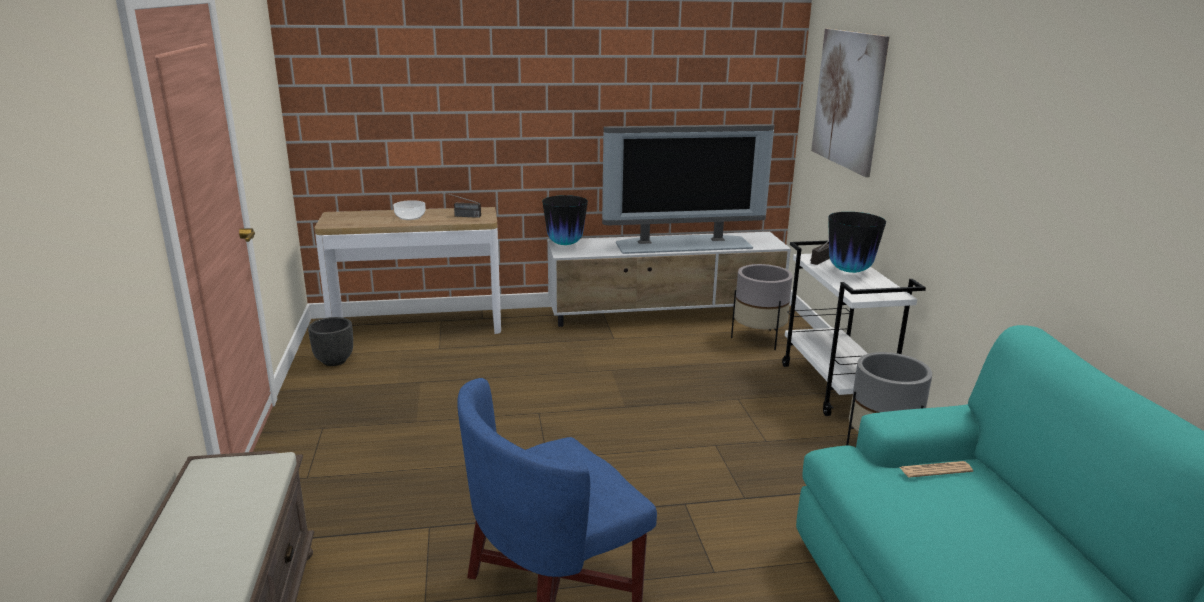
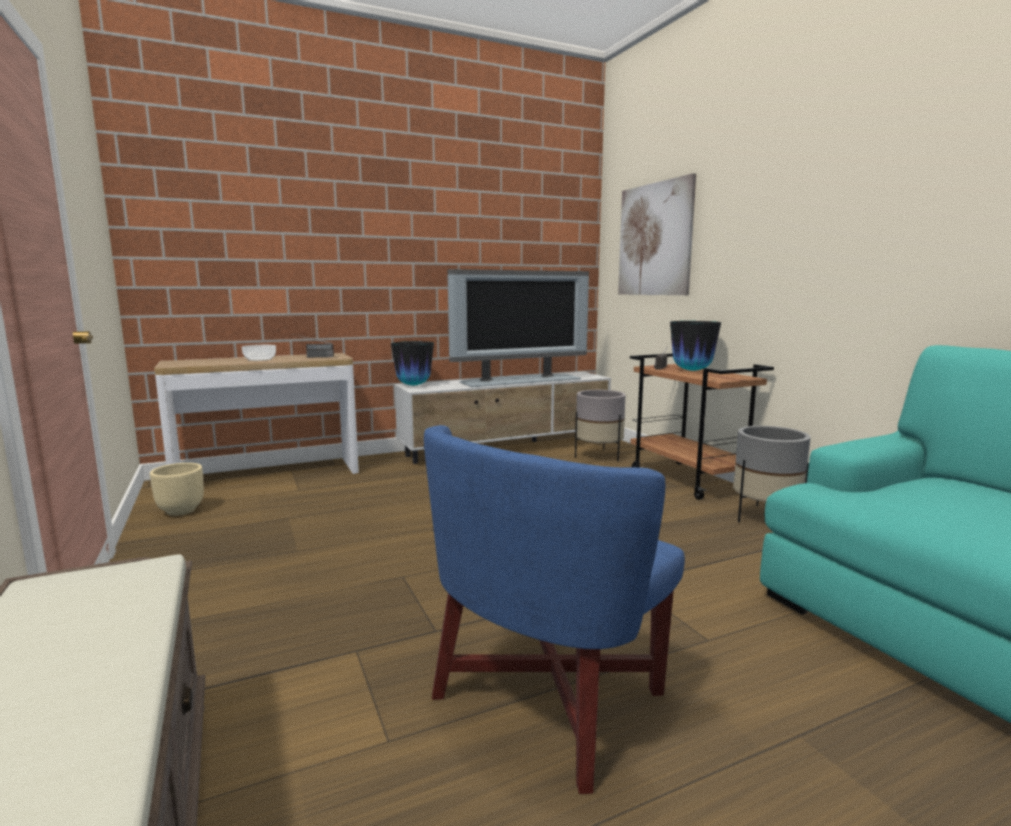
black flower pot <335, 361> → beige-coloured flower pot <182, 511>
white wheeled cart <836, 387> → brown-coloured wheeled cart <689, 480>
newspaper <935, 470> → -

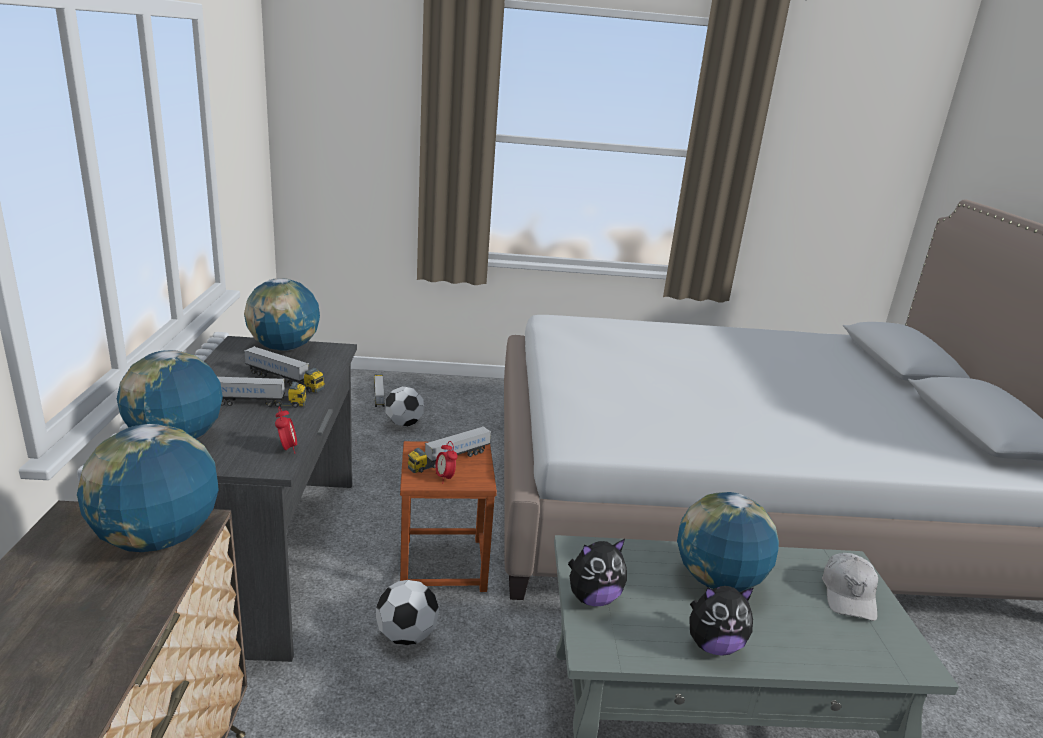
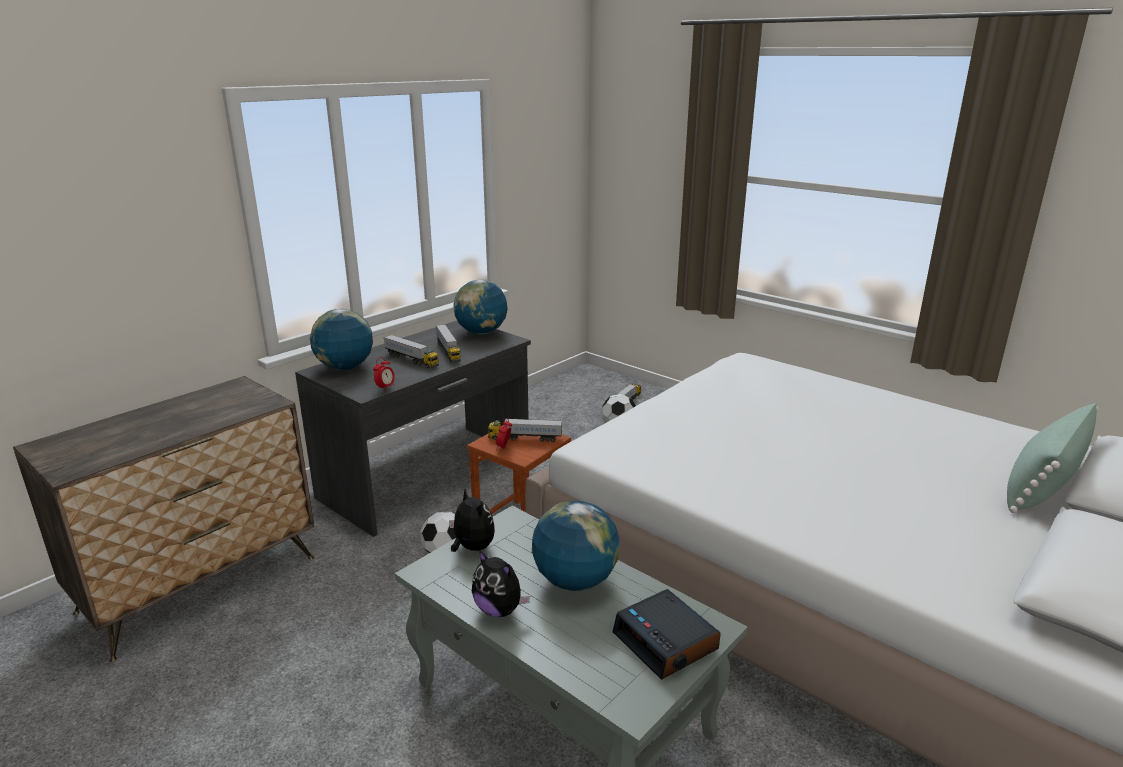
desk globe <157, 539> → -
cuddly toy <593, 598> → cuddly toy <472, 548>, 150 degrees counterclockwise
white peaked cap <849, 594> → alarm clock <666, 642>
- → green throw pillow <1042, 484>

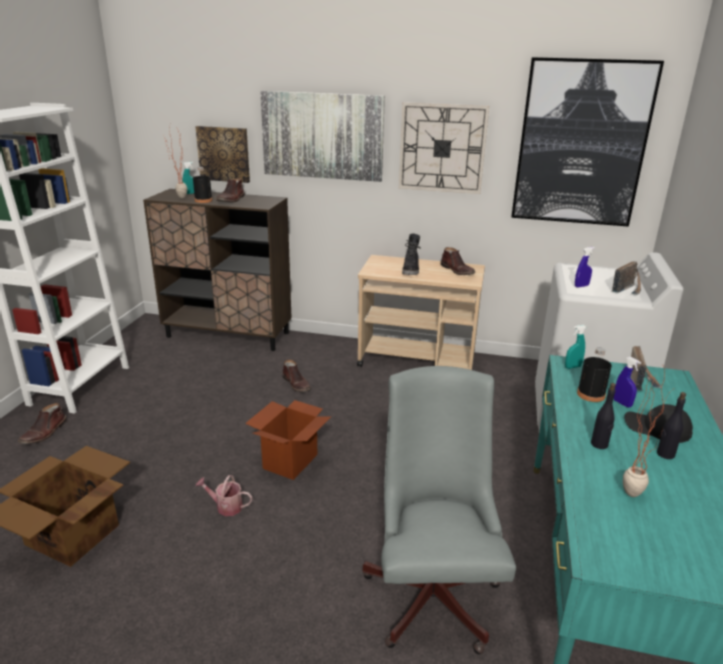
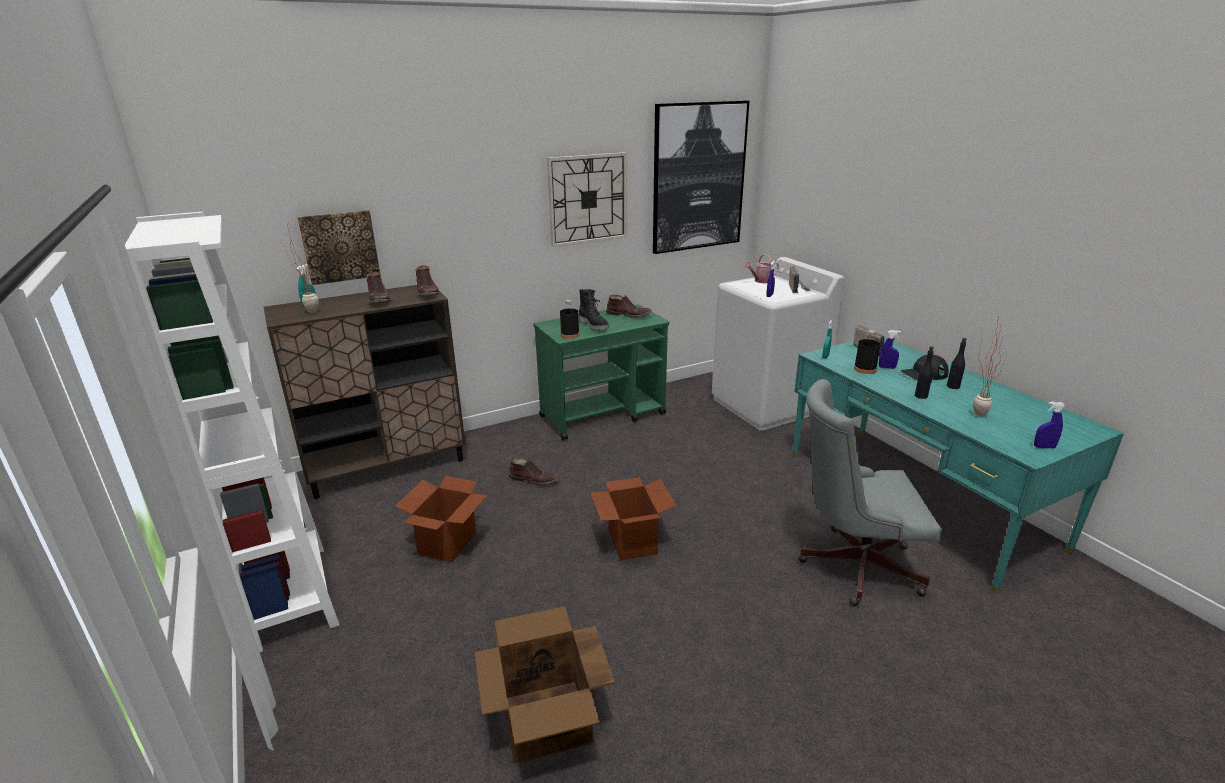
brown-coloured tall boot <44, 433> → brown-coloured tall boot <428, 292>, shifted
black drink bottle <203, 200> → black drink bottle <570, 335>, shifted
sprinkling can <226, 506> → sprinkling can <761, 281>, shifted
picture <322, 136> → -
beige-coloured wheeled cart <418, 361> → green wheeled cart <603, 415>
gray office chair <432, 589> → gray office chair <851, 565>, 45 degrees counterclockwise
- → carton <448, 544>
- → bluish sprayer <1044, 447>

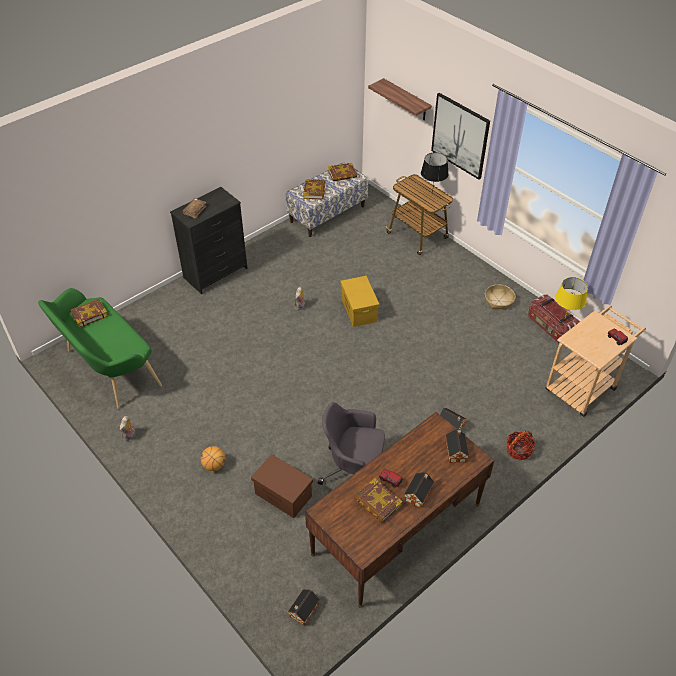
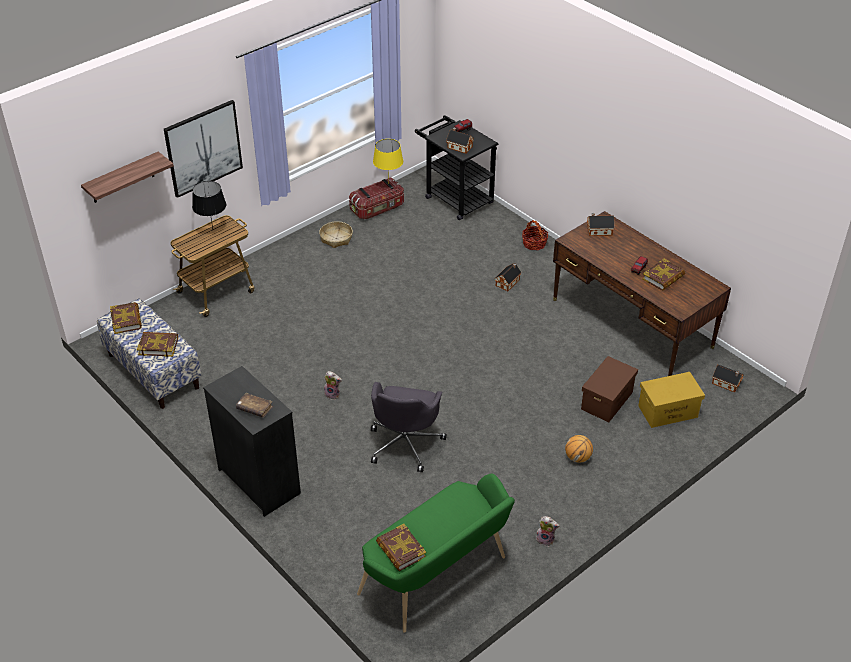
gray office chair <353, 471> → gray office chair <405, 443>, shifted
yellow-coloured storage bin <358, 310> → yellow-coloured storage bin <667, 411>, shifted
toy house <419, 493> → toy house <459, 147>, shifted
beige-coloured wheeled cart <584, 385> → black wheeled cart <454, 197>

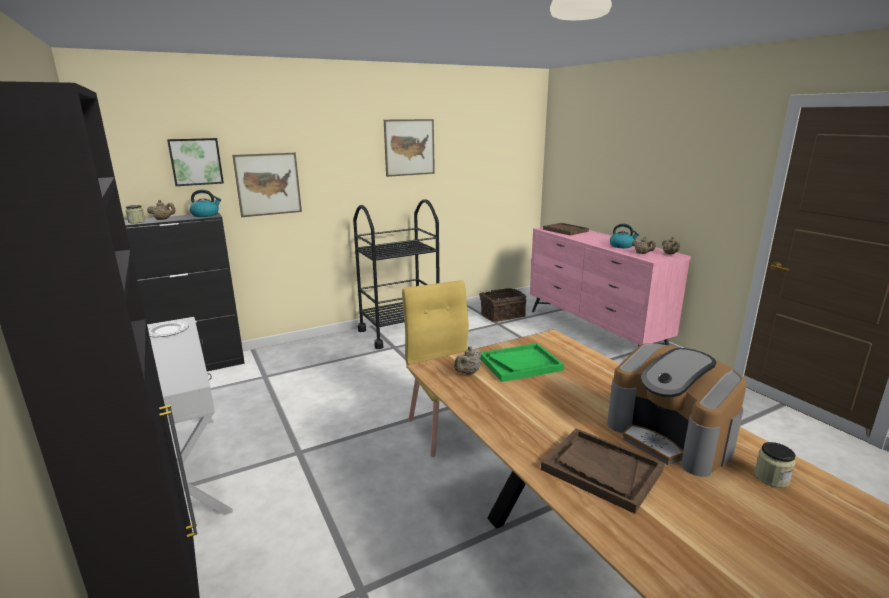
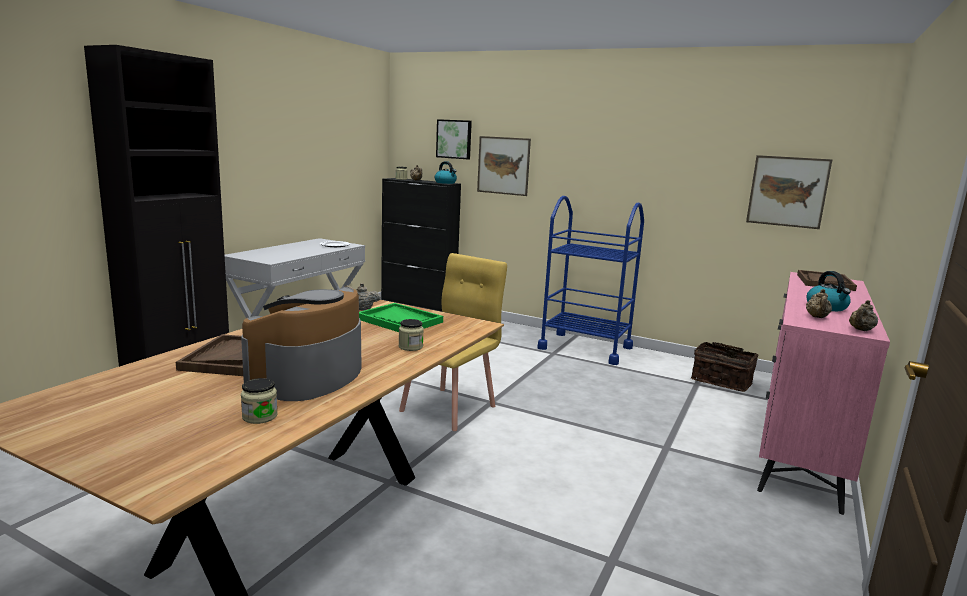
black wheeled cart <399, 332> → bluish wheeled cart <585, 348>
picture <409, 147> → picture <787, 191>, shifted
- → preserve jar <410, 347>

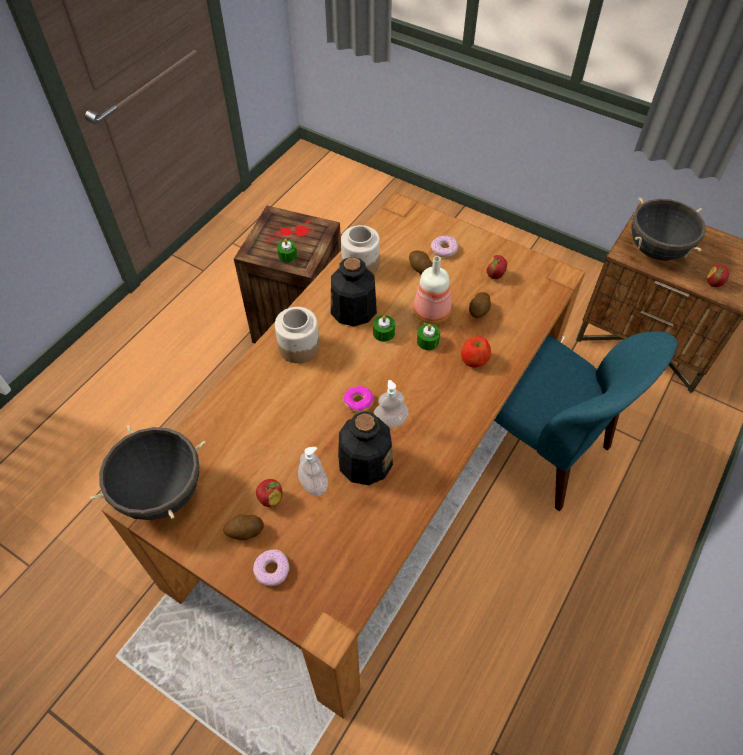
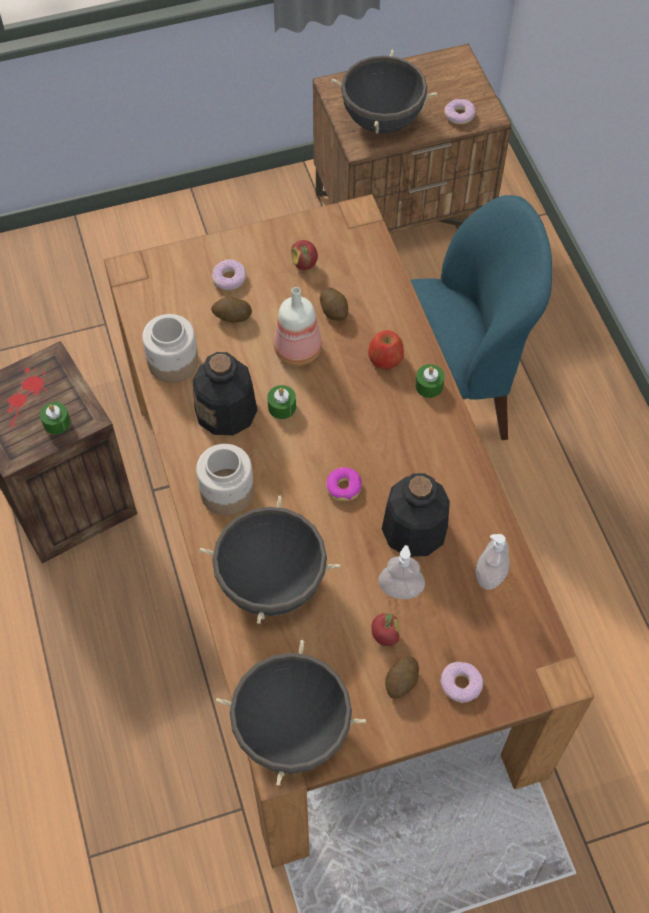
soap bottle <390, 421> → soap bottle <490, 574>, shifted
green wax candle <428, 341> → green wax candle <429, 386>, shifted
apple <713, 283> → donut <459, 115>
- → black saucepot <271, 583>

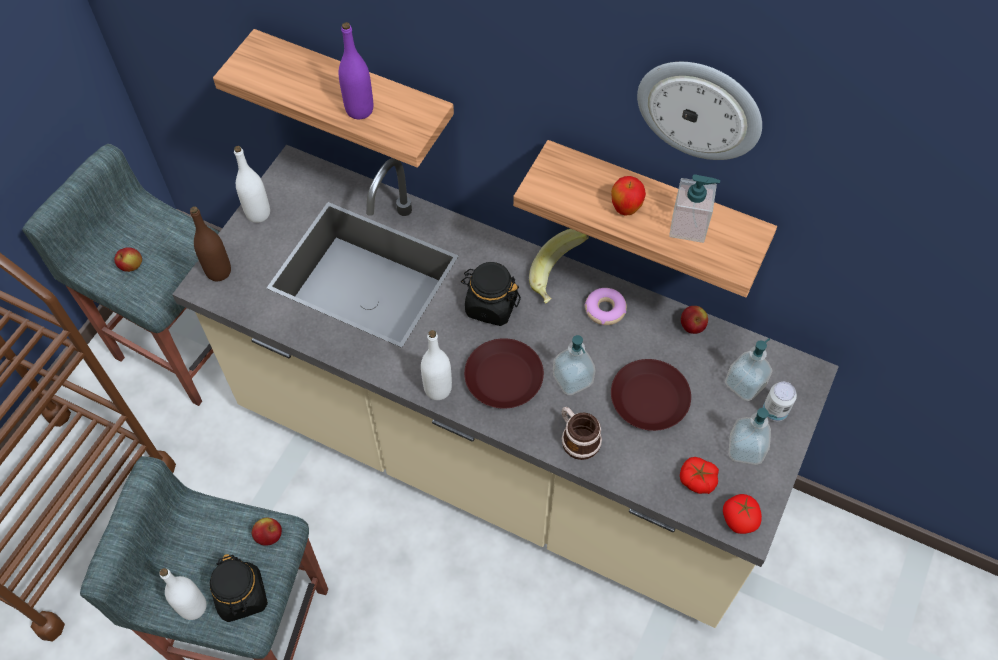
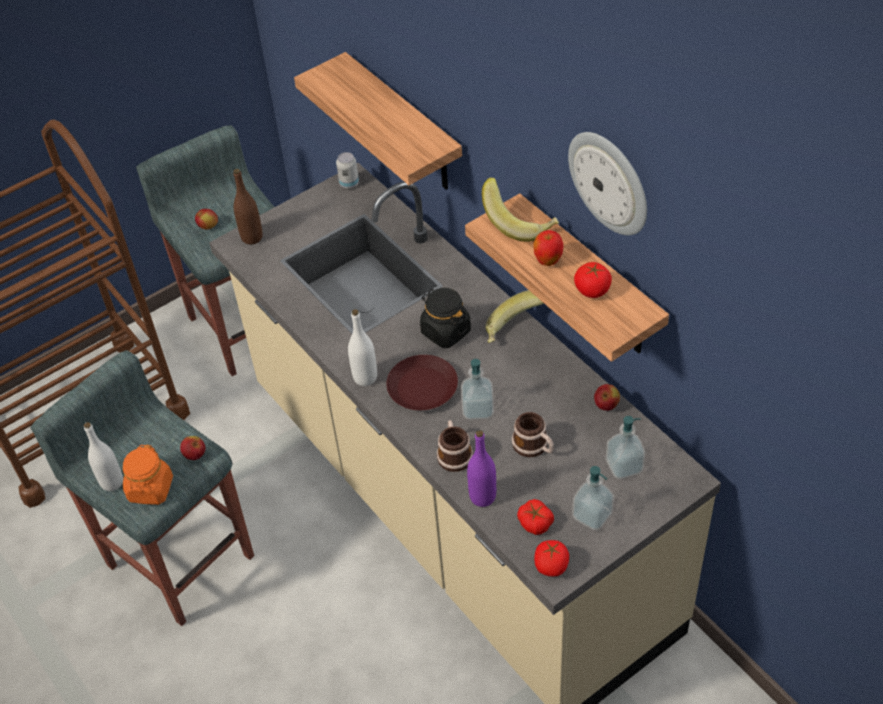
black preserve jar <242, 596> → orange preserve jar <150, 489>
white drink bottle <258, 213> → -
purplish drink bottle <359, 110> → purplish drink bottle <482, 497>, shifted
donut <605, 310> → -
brown-coloured plate <650, 398> → tea mug <534, 447>
soap bottle <689, 226> → fresh tomato <592, 290>
sealed can <774, 411> → sealed can <349, 183>, shifted
- → whole banana <519, 223>

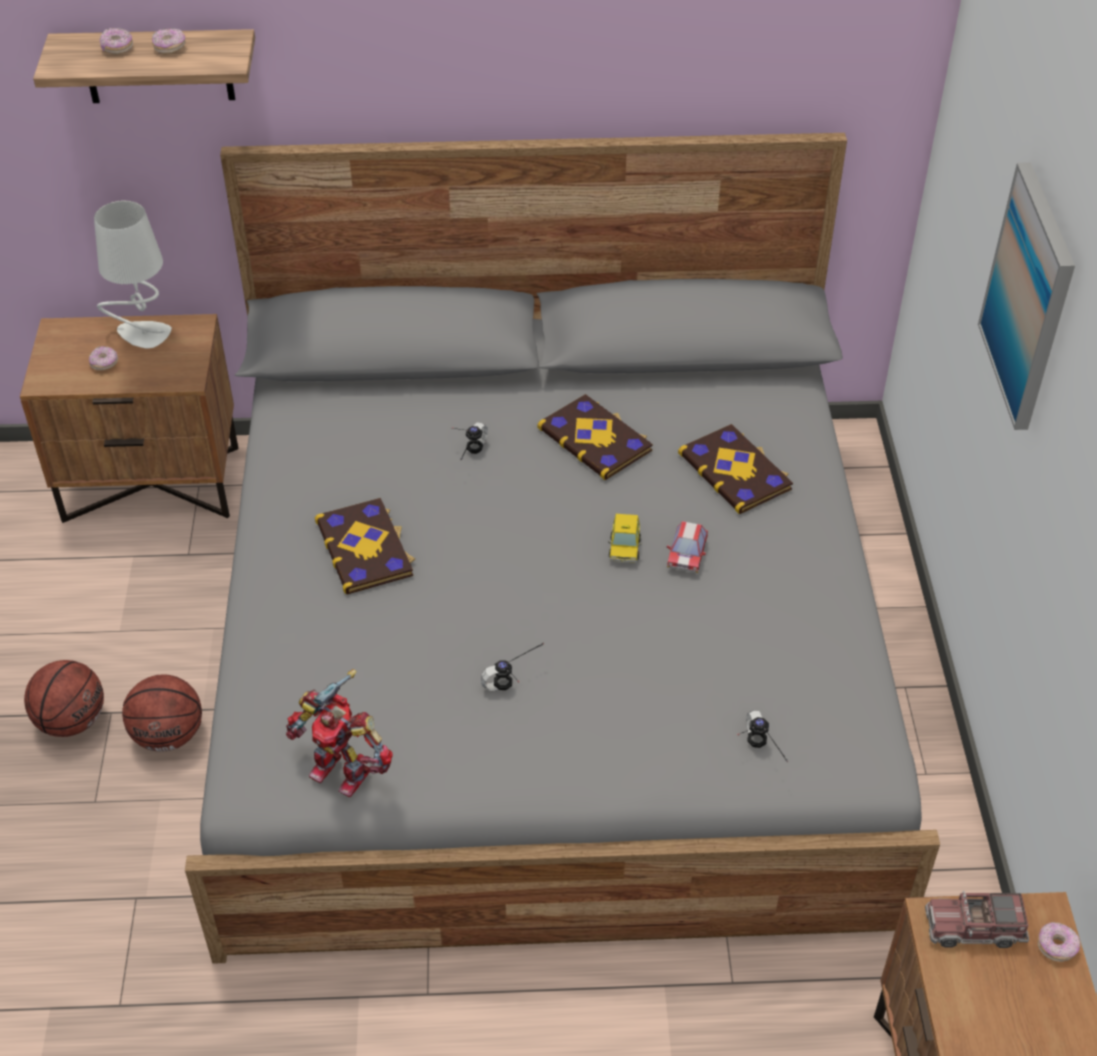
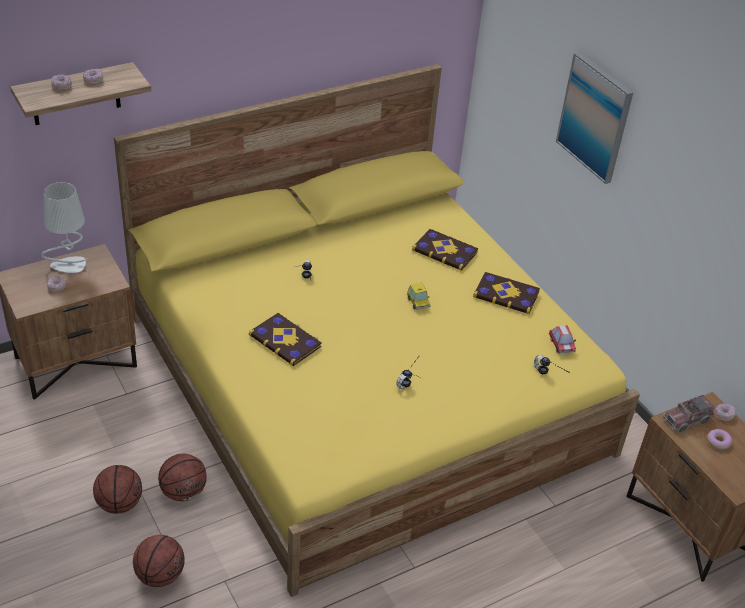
gray bedroom bed <549, 654> → yellow-coloured bedroom bed <365, 383>
toy robot <343, 770> → -
volume <596, 439> → volume <506, 294>, shifted
toy car <687, 555> → toy car <561, 345>, shifted
- → basketball <160, 575>
- → donut <718, 441>

